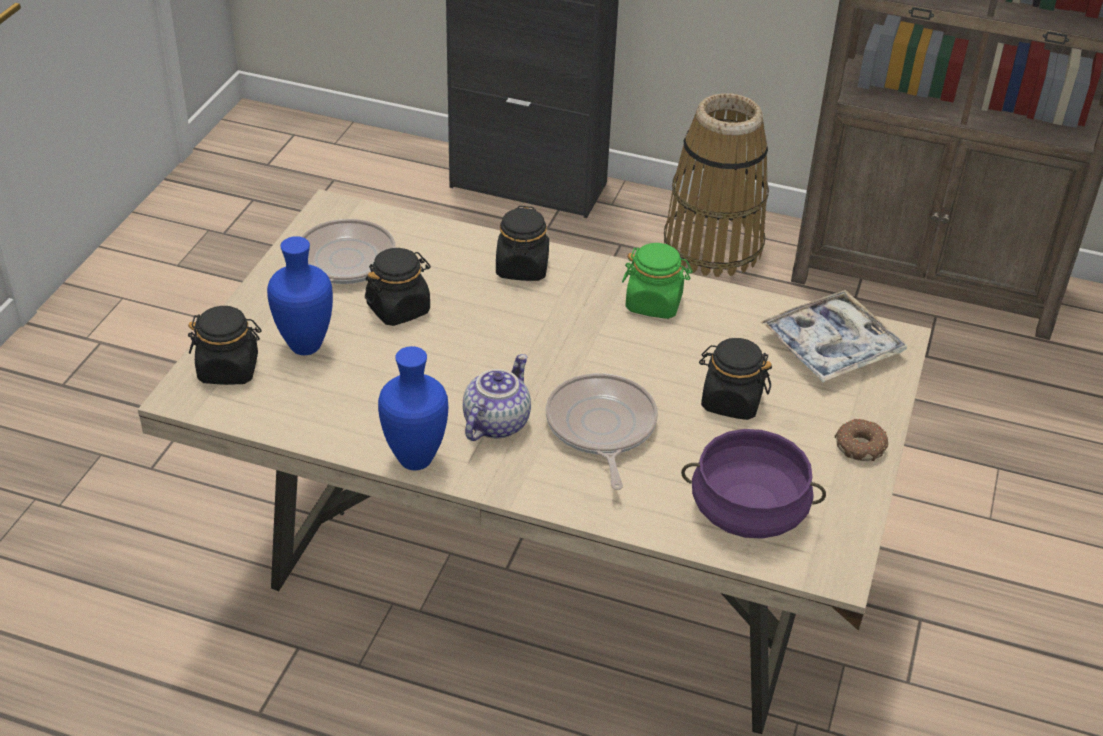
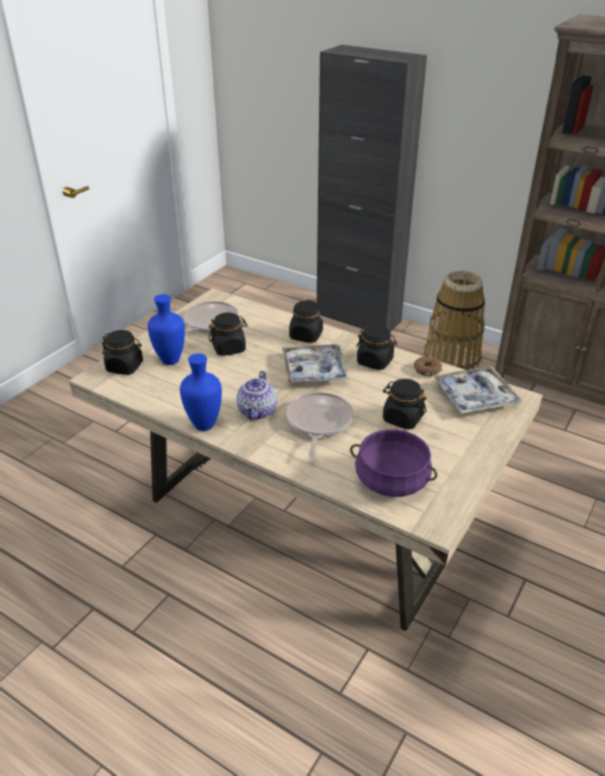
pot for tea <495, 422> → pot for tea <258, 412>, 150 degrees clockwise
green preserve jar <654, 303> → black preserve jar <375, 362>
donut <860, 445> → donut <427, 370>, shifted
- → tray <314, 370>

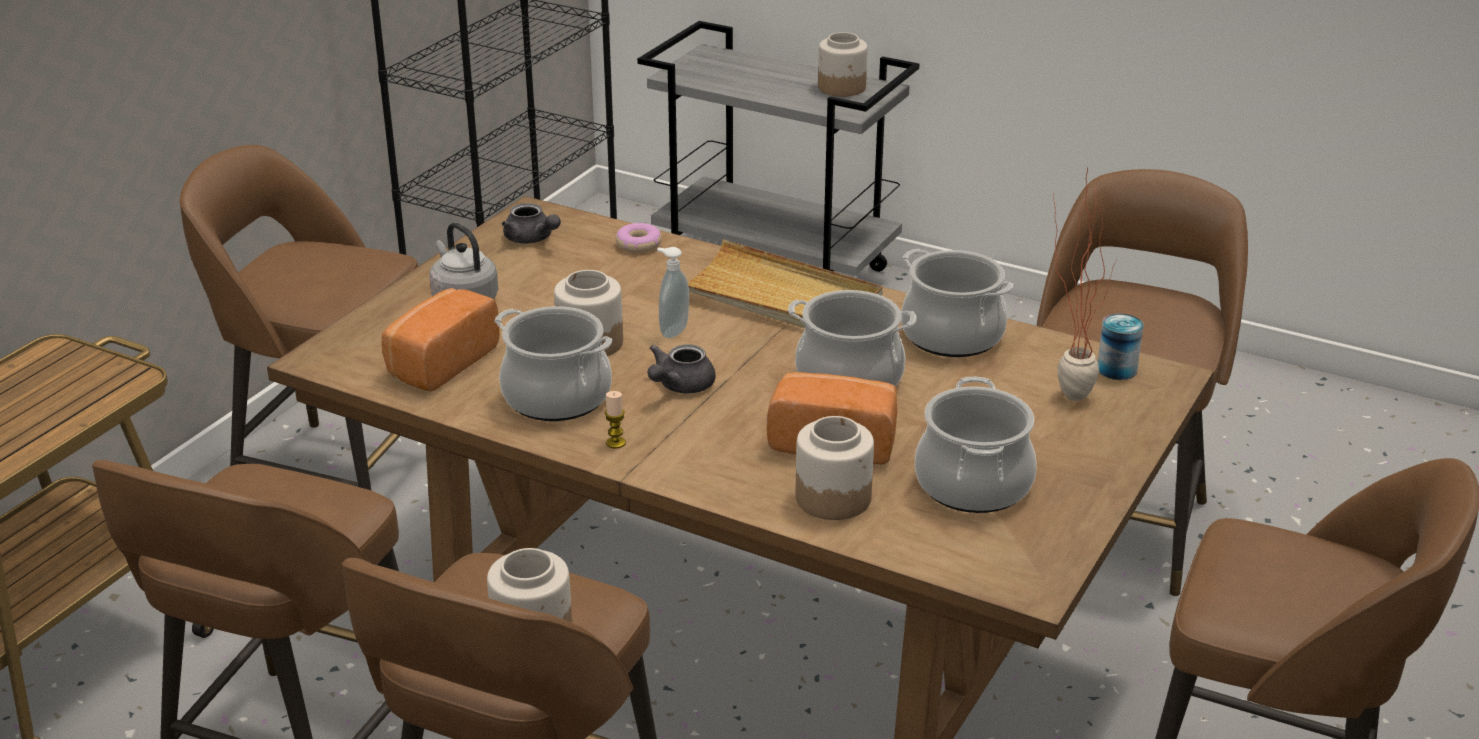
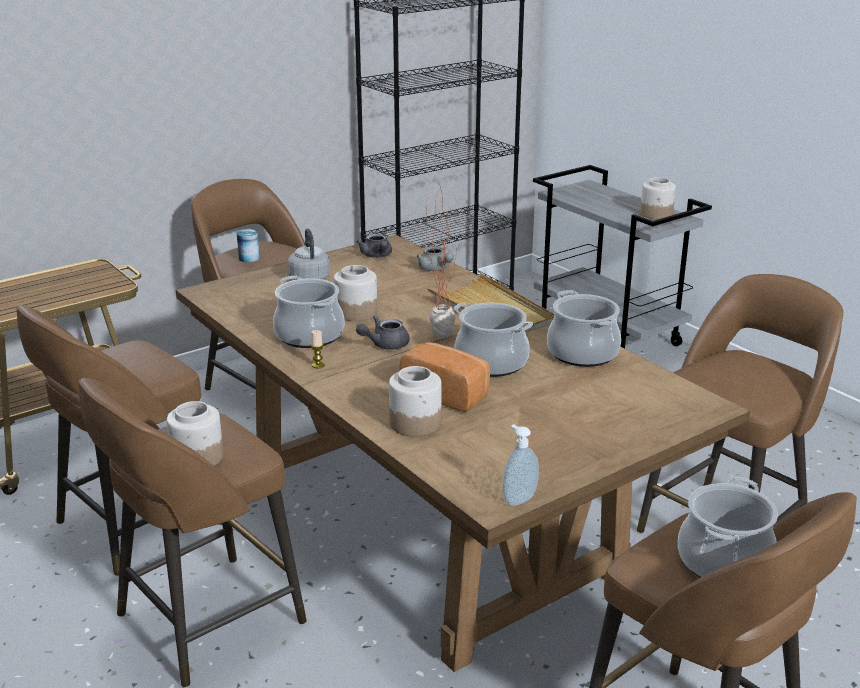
baked bread <439, 362> → -
donut <638, 244> → gray pot for tea <435, 269>
soap bottle <672, 331> → soap bottle <518, 499>, shifted
saucepot <974, 485> → saucepot <724, 562>, shifted
plant in a pot <1066, 391> → plant in a pot <441, 333>, shifted
sealed can <1116, 369> → sealed can <249, 258>, shifted

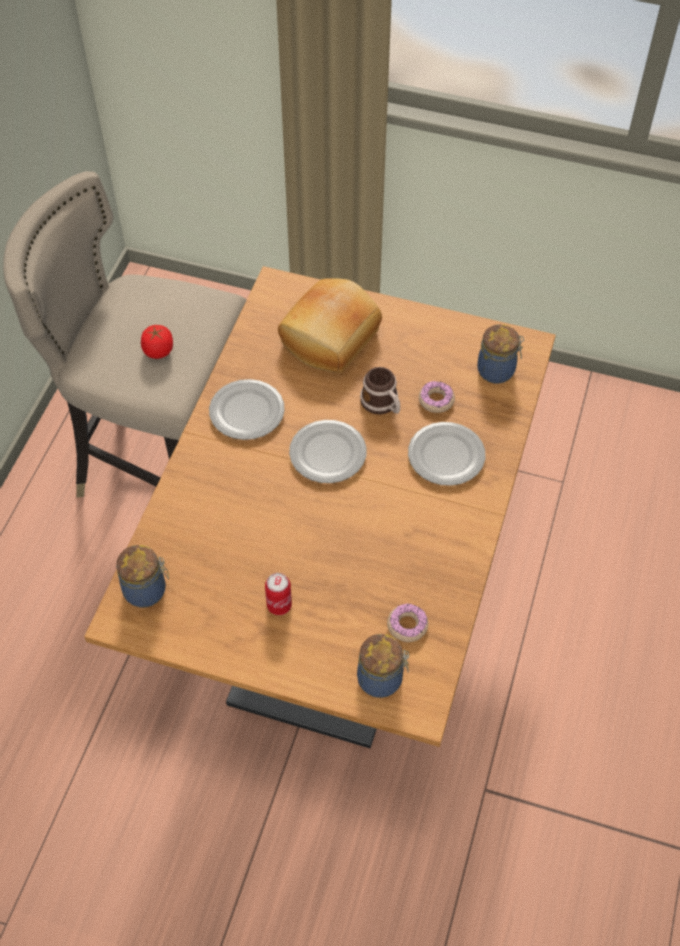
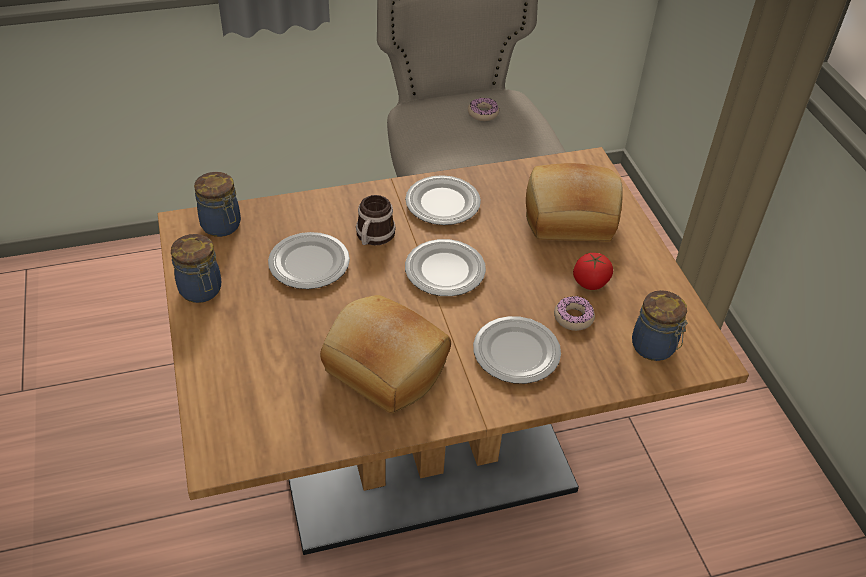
fresh tomato <158, 351> → fresh tomato <590, 282>, shifted
sealed can <279, 605> → -
preserve jar <382, 679> → preserve jar <201, 291>, shifted
tea mug <382, 404> → tea mug <373, 237>, shifted
donut <407, 625> → donut <483, 113>, shifted
- → plate <309, 263>
- → baked bread <384, 369>

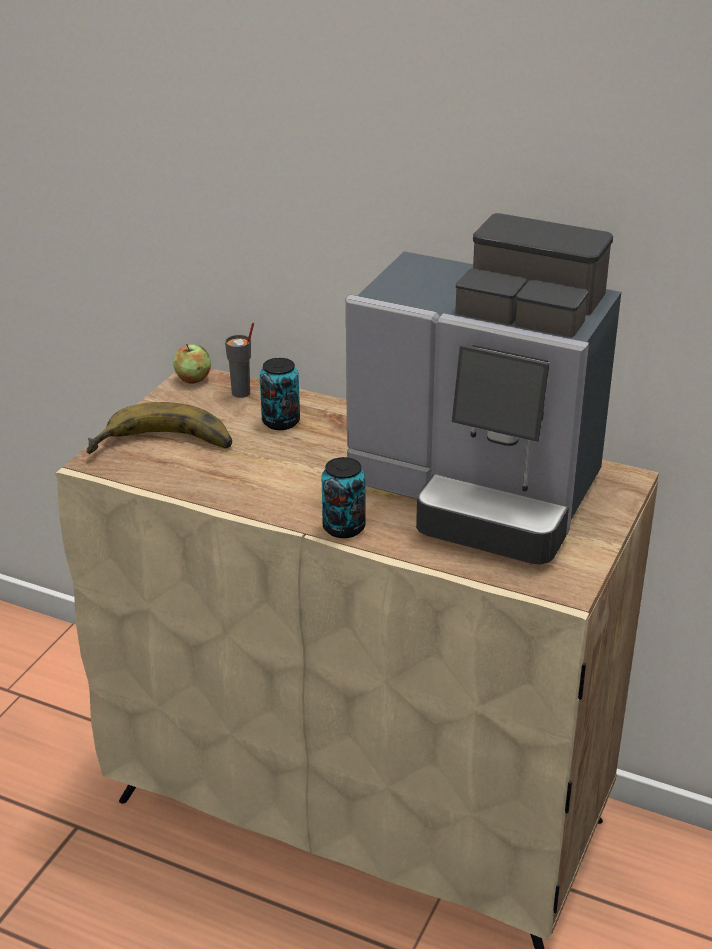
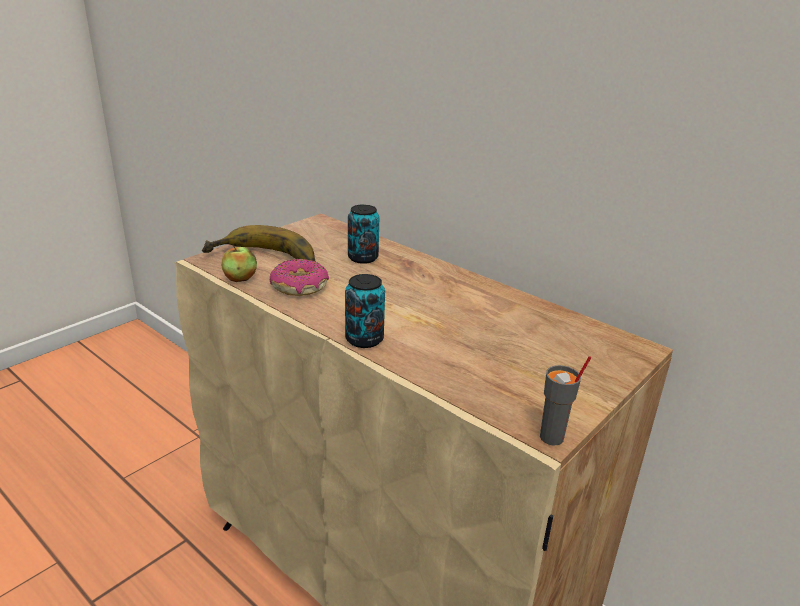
apple <193, 379> → apple <240, 278>, shifted
gray small cup <241, 393> → gray small cup <552, 438>, shifted
coffee machine <480, 493> → -
- → donut <300, 287>

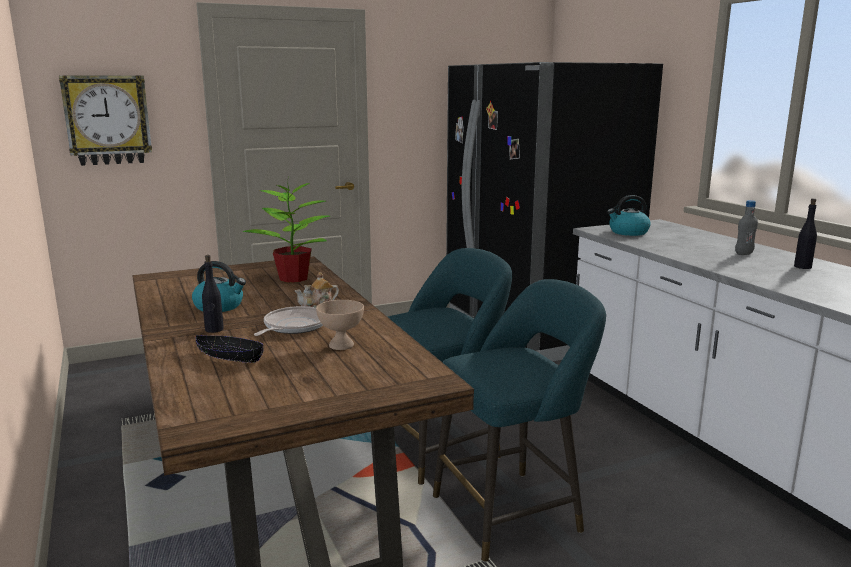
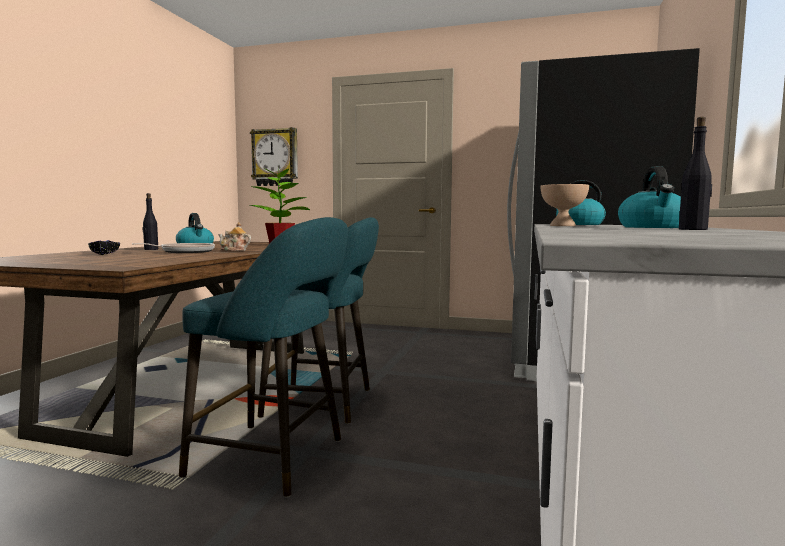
beige-coloured bowl <340, 345> → beige-coloured bowl <562, 226>, shifted
gray drink bottle <743, 253> → kettle <652, 227>

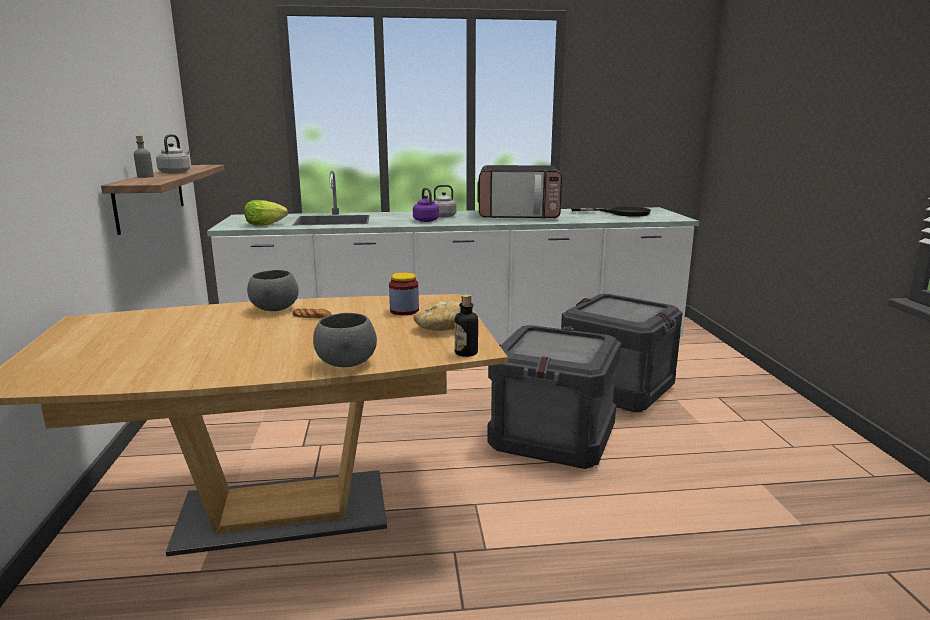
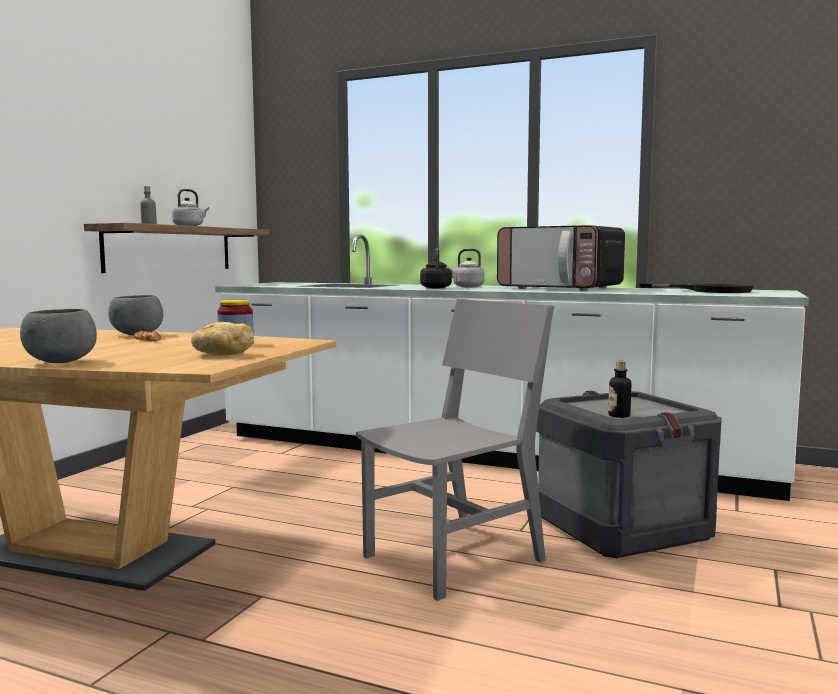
head of lettuce <264, 225> → -
purplish kettle <425, 220> → black kettle <436, 287>
drink bottle <466, 353> → drink bottle <619, 415>, shifted
shipping crate <554, 437> → gray upright chair <454, 558>

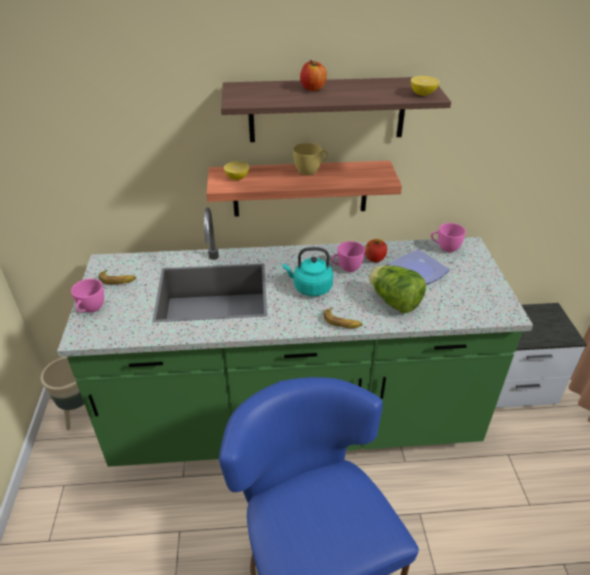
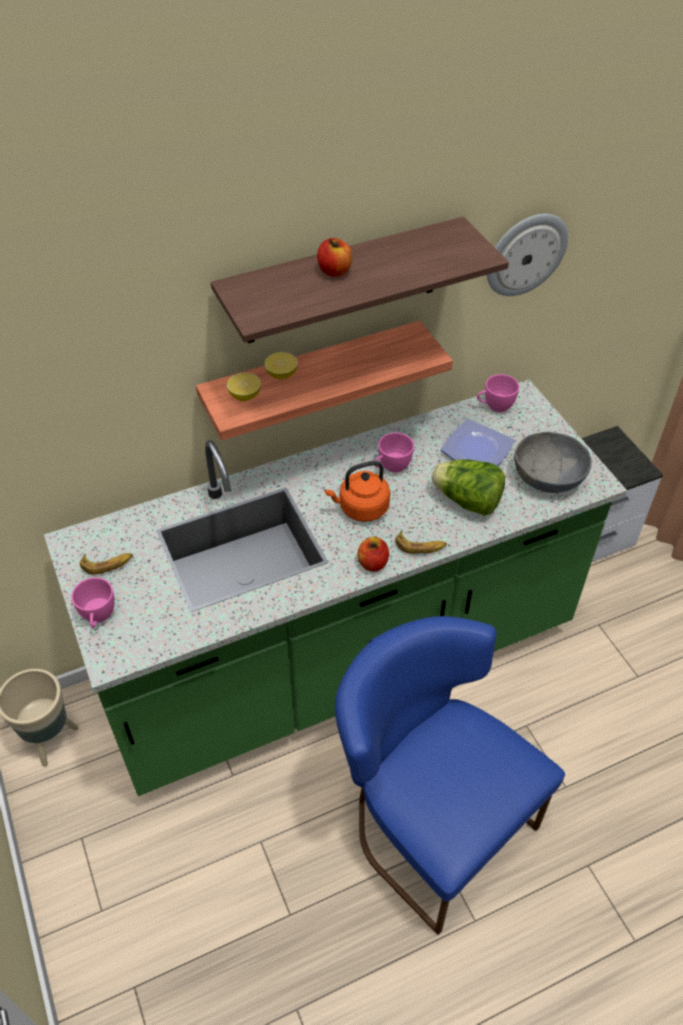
turquoise kettle <310, 288> → orange kettle <361, 508>
yellow-coloured small cup <310, 171> → -
apple <375, 258> → apple <372, 563>, shifted
lemon <423, 94> → lemon <281, 375>, shifted
- → clock on the wall <525, 254>
- → gray bowl <548, 478>

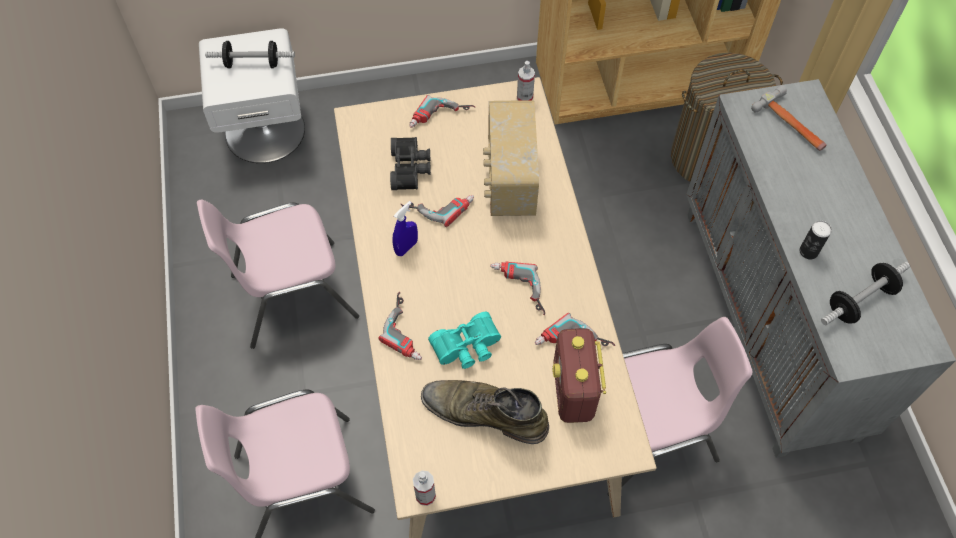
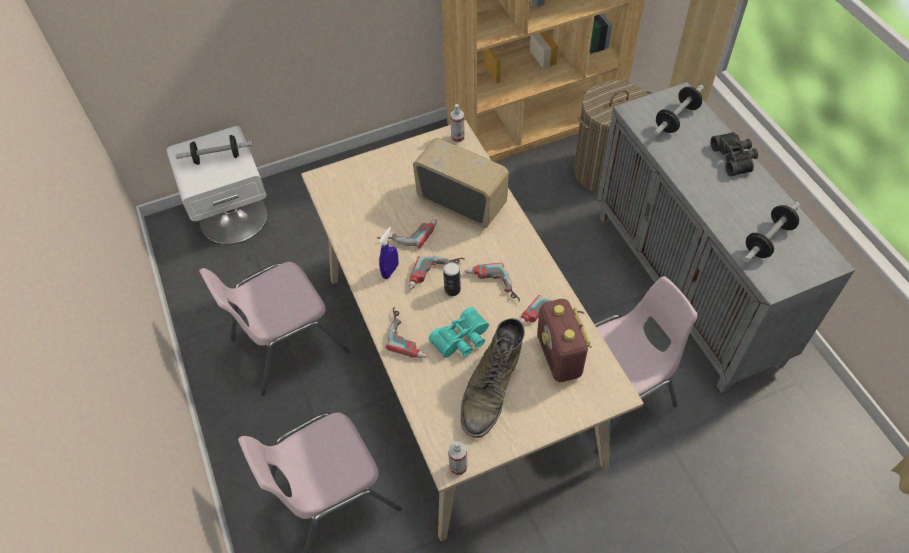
black field glasses <411, 168> → black field glasses <734, 158>, shifted
power drill <441, 119> → power drill <436, 276>, shifted
green tall boot <484, 413> → green tall boot <490, 389>, 75 degrees counterclockwise
radio receiver <509, 180> → radio receiver <462, 202>, 135 degrees clockwise
hand hammer <792, 125> → free weight <676, 119>
sealed can <808, 251> → sealed can <452, 289>, shifted

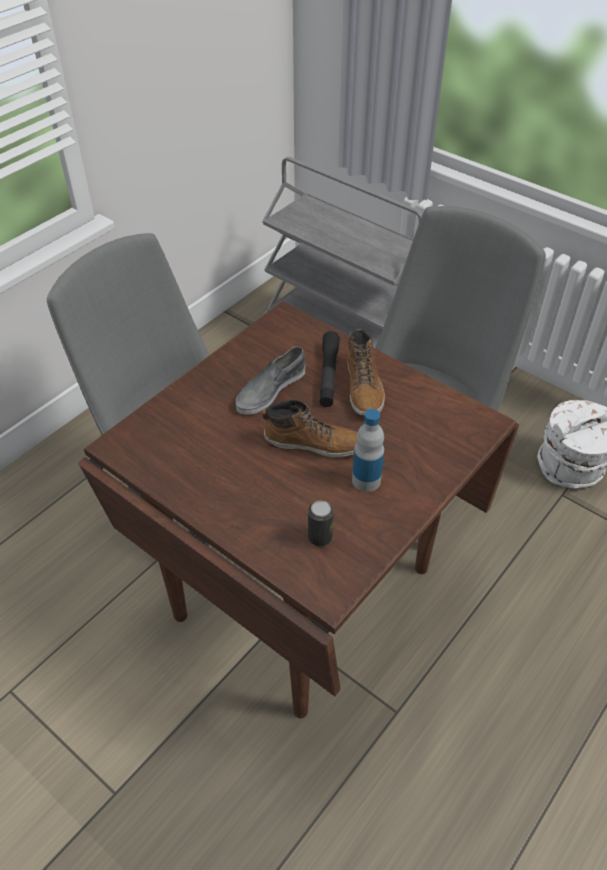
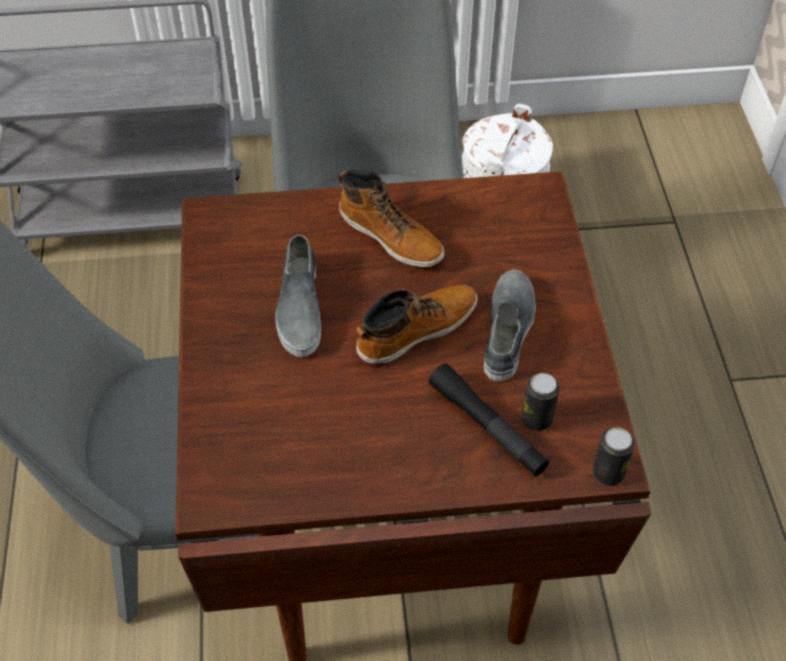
black hand torch <328, 375> → black hand torch <487, 427>, shifted
drink bottle <366, 480> → gray shoe <508, 329>
- → sealed can <608, 473>

